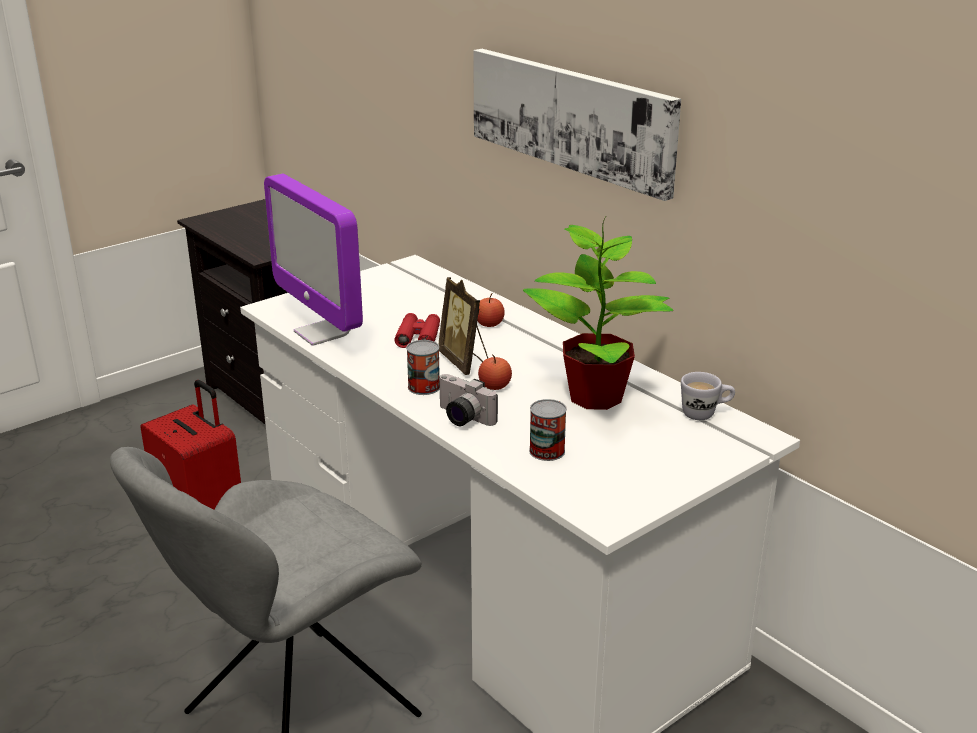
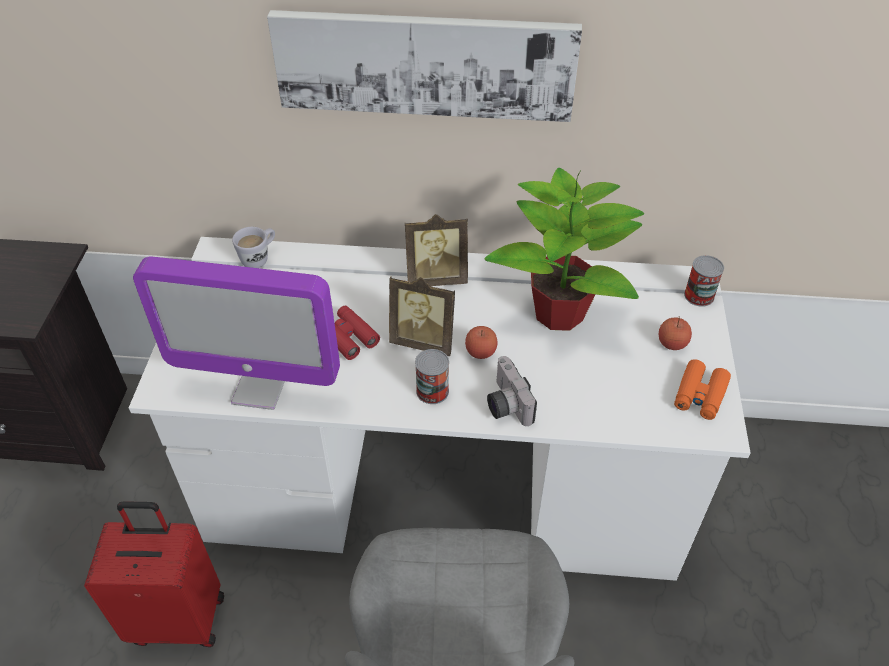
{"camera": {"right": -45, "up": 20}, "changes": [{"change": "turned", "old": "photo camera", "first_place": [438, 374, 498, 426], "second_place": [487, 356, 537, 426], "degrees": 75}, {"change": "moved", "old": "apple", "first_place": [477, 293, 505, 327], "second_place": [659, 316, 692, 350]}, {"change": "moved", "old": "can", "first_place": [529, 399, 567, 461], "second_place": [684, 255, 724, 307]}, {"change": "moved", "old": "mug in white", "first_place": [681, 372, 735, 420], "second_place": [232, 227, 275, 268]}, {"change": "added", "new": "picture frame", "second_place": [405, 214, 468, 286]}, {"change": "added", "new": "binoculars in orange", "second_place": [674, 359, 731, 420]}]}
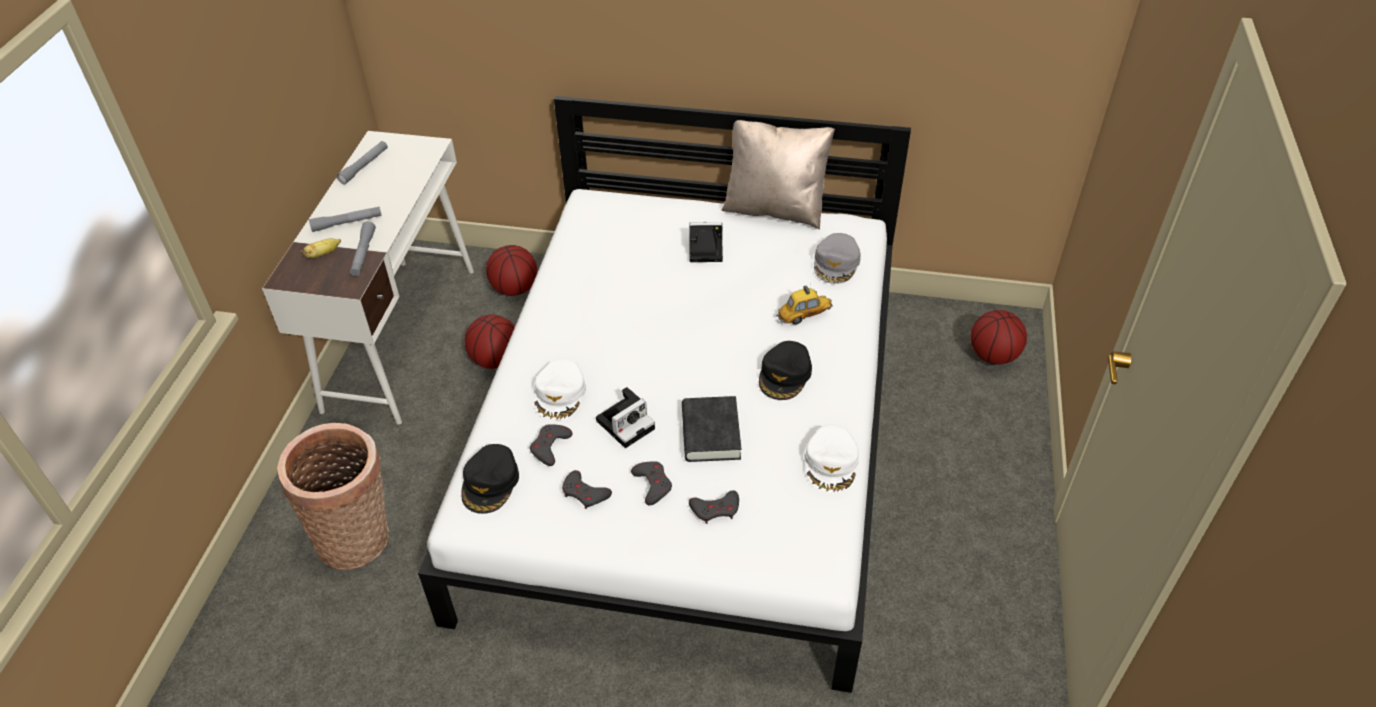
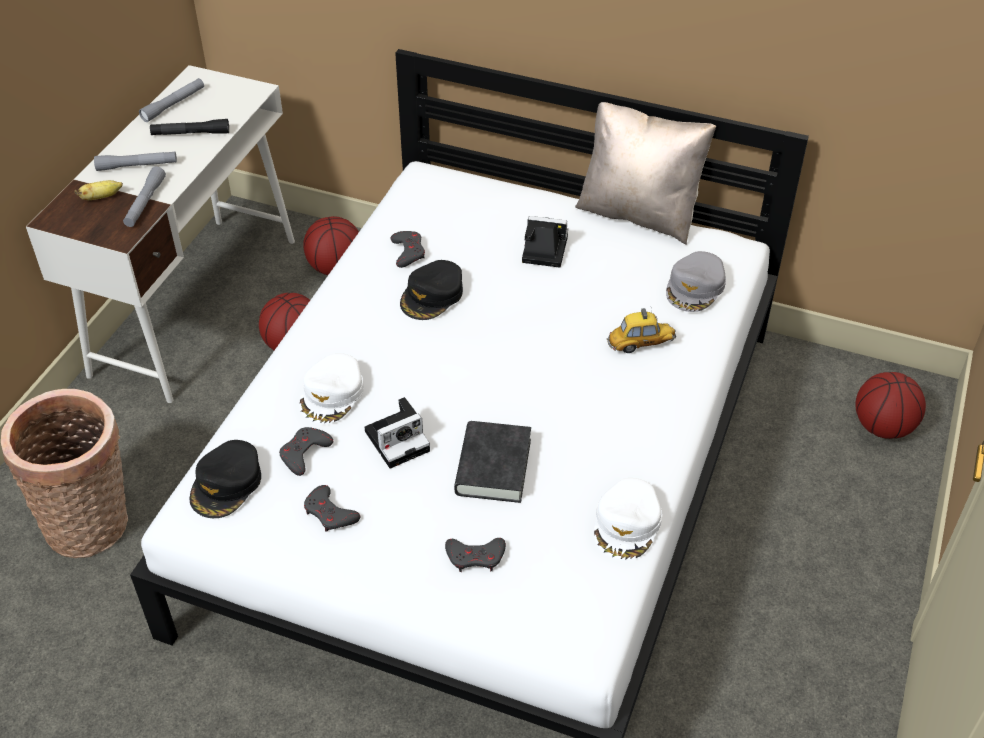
{"camera": {"right": 10, "up": 0}, "changes": [{"change": "moved", "old": "game controller in grey", "first_place": [631, 461, 672, 505], "second_place": [391, 231, 425, 268]}, {"change": "moved", "old": "cap in black", "first_place": [759, 341, 812, 400], "second_place": [400, 260, 463, 320]}, {"change": "added", "new": "flashlight in black", "second_place": [150, 119, 229, 135]}]}
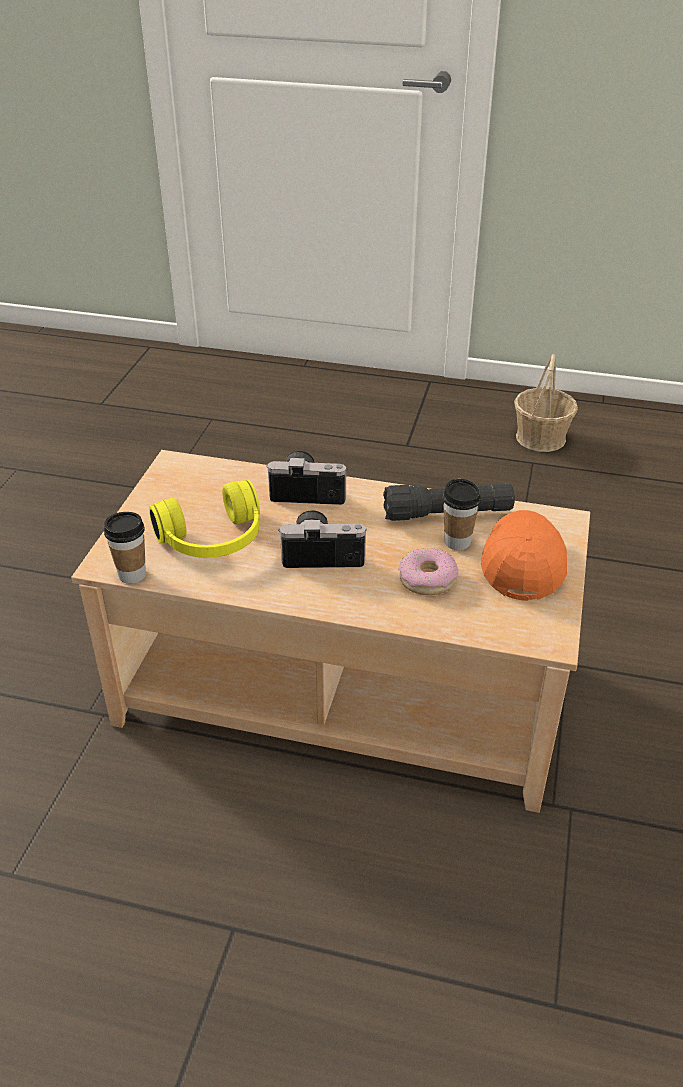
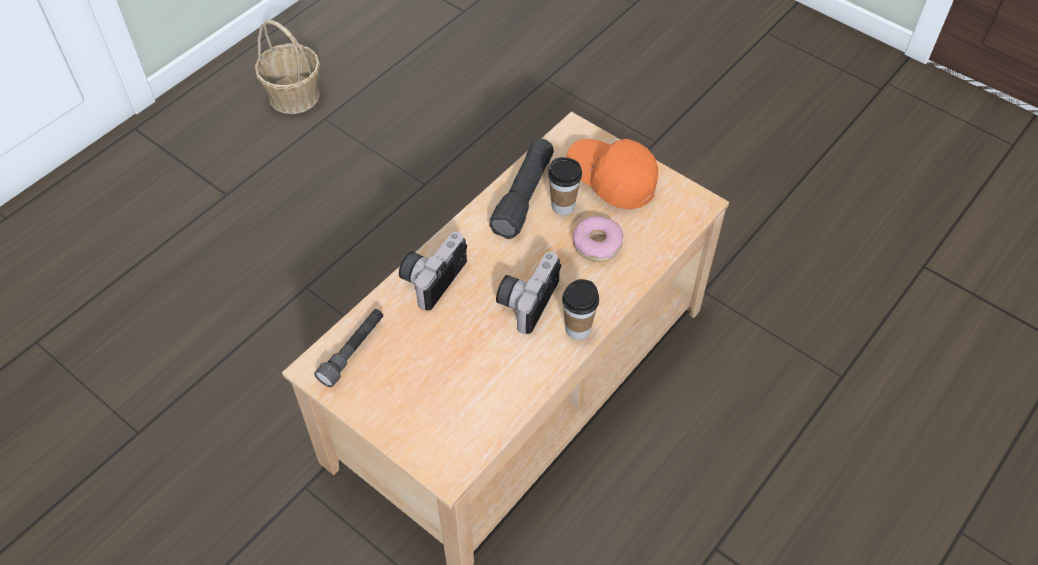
{"camera": {"right": -65, "up": 15}, "changes": [{"change": "moved", "old": "cup", "first_place": [104, 512, 146, 584], "second_place": [562, 279, 599, 340]}, {"change": "removed", "old": "headphones in yellow", "first_place": [149, 480, 260, 558]}, {"change": "added", "new": "flashlight in grey", "second_place": [314, 309, 383, 387]}]}
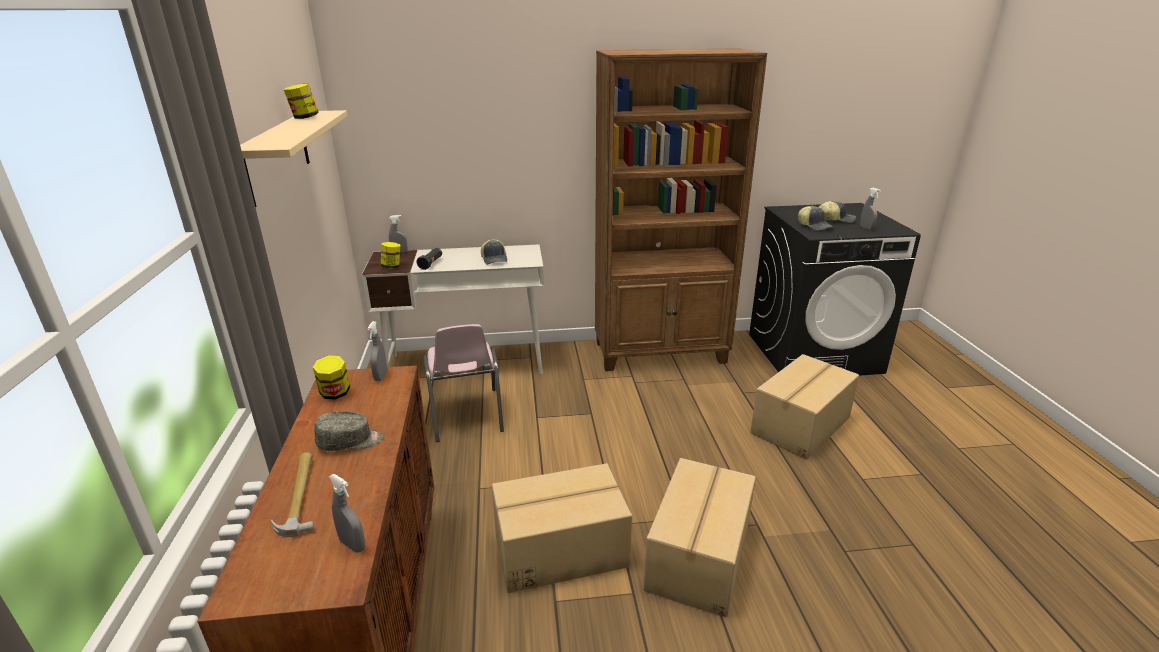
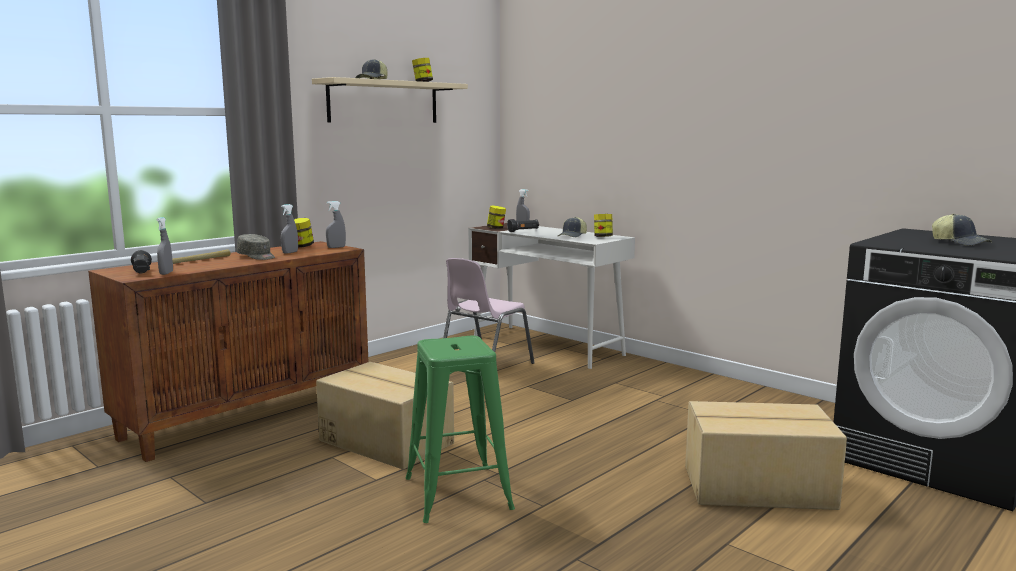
{"camera": {"right": 50, "up": -15}, "changes": [{"change": "removed", "old": "bookcase in brown", "first_place": [595, 48, 767, 371]}, {"change": "replaced", "old": "cardboard box", "new": "stool in green", "first_place": [644, 458, 756, 617], "second_place": [406, 336, 515, 523]}, {"change": "moved", "old": "cap", "first_place": [798, 206, 833, 231], "second_place": [356, 59, 387, 79]}, {"change": "moved", "old": "spray bottle in grey", "first_place": [860, 188, 881, 230], "second_place": [281, 204, 298, 254]}, {"change": "added", "new": "flashlight in black", "second_place": [131, 250, 152, 273]}, {"change": "added", "new": "jar", "second_place": [594, 214, 613, 237]}]}
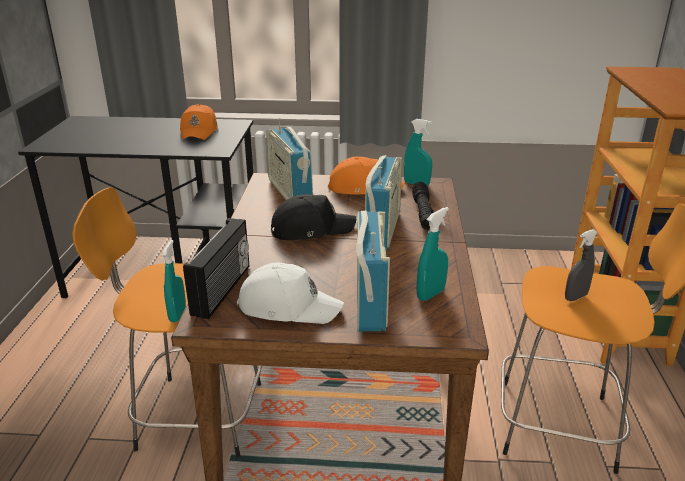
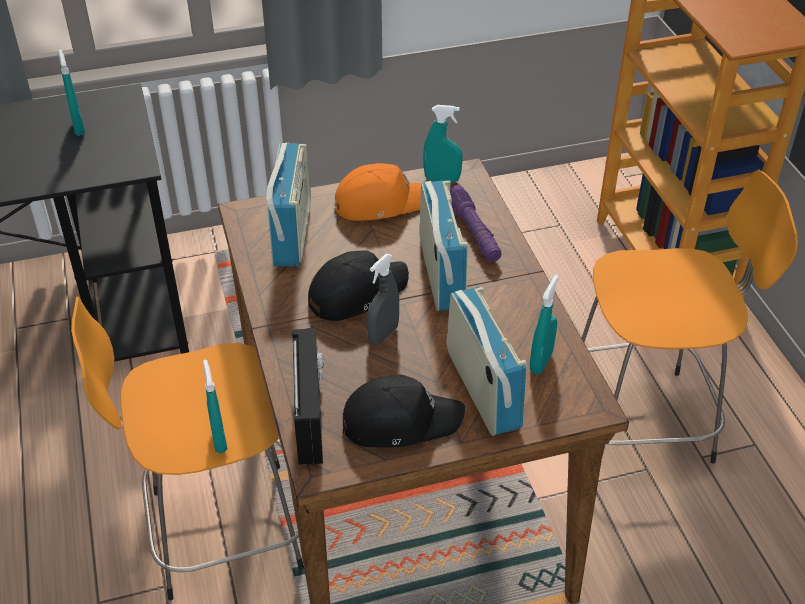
{"camera": {"right": -20, "up": 15}, "changes": [{"change": "replaced", "old": "cap in orange", "new": "spray bottle in turquoise", "first_place": [180, 104, 218, 140], "second_place": [59, 49, 85, 136]}, {"change": "recoloured", "old": "cap in white", "new": "cap in black", "first_place": [237, 263, 344, 324], "second_place": [342, 375, 465, 448]}, {"change": "turned", "old": "radio", "first_place": [266, 118, 313, 200], "second_place": [266, 142, 311, 267], "degrees": -135}, {"change": "recoloured", "old": "flashlight in black", "new": "flashlight in purple", "first_place": [412, 182, 434, 230], "second_place": [450, 185, 502, 262]}, {"change": "moved", "old": "spray bottle in grey", "first_place": [565, 229, 598, 301], "second_place": [367, 254, 399, 345]}]}
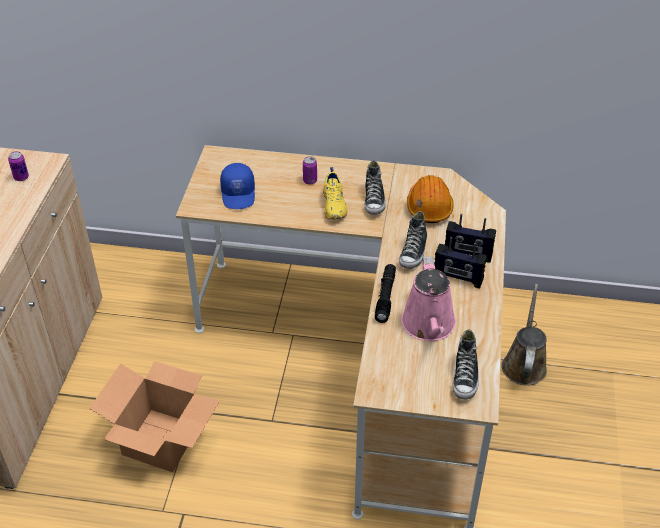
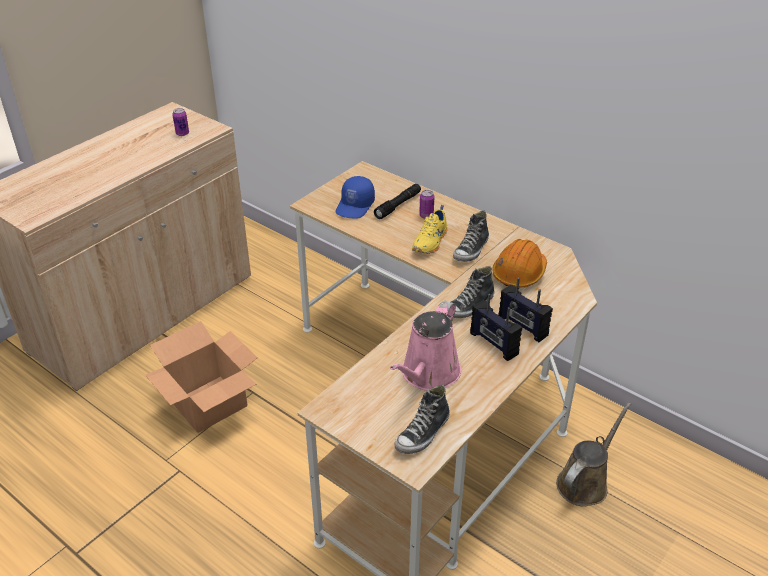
{"camera": {"right": 30, "up": -5}, "changes": [{"change": "moved", "old": "flashlight in black", "first_place": [375, 264, 396, 323], "second_place": [374, 184, 421, 219]}]}
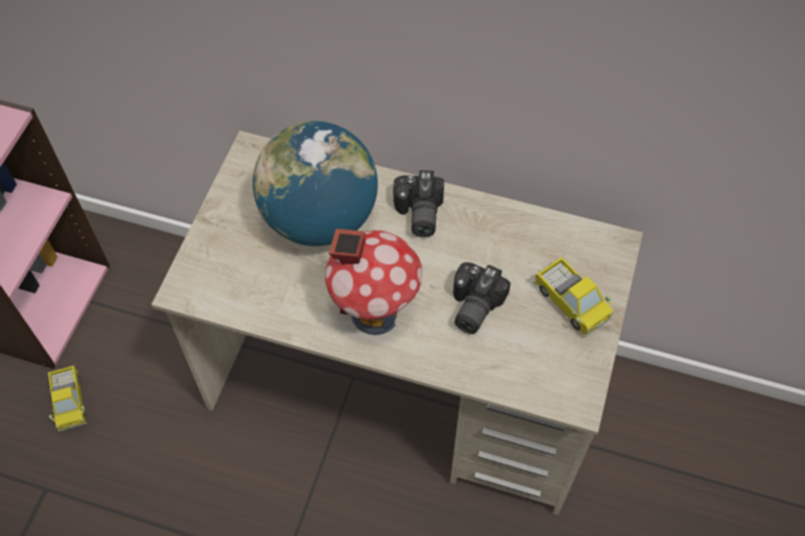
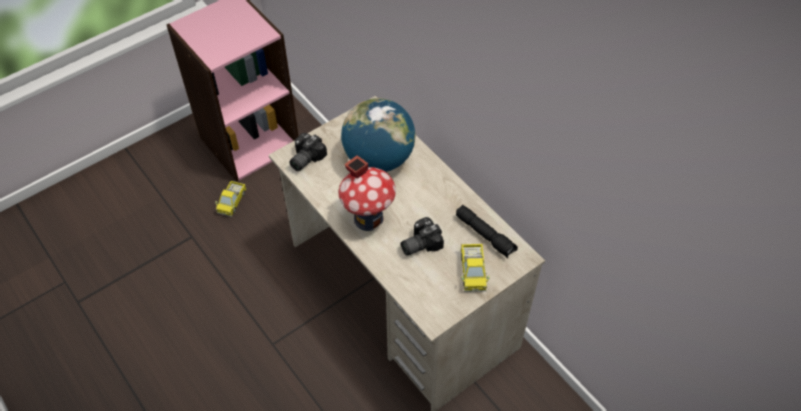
{"camera": {"right": 35, "up": -5}, "changes": [{"change": "moved", "old": "photo camera", "first_place": [393, 170, 444, 238], "second_place": [289, 133, 327, 171]}, {"change": "added", "new": "flashlight in black", "second_place": [456, 205, 518, 258]}]}
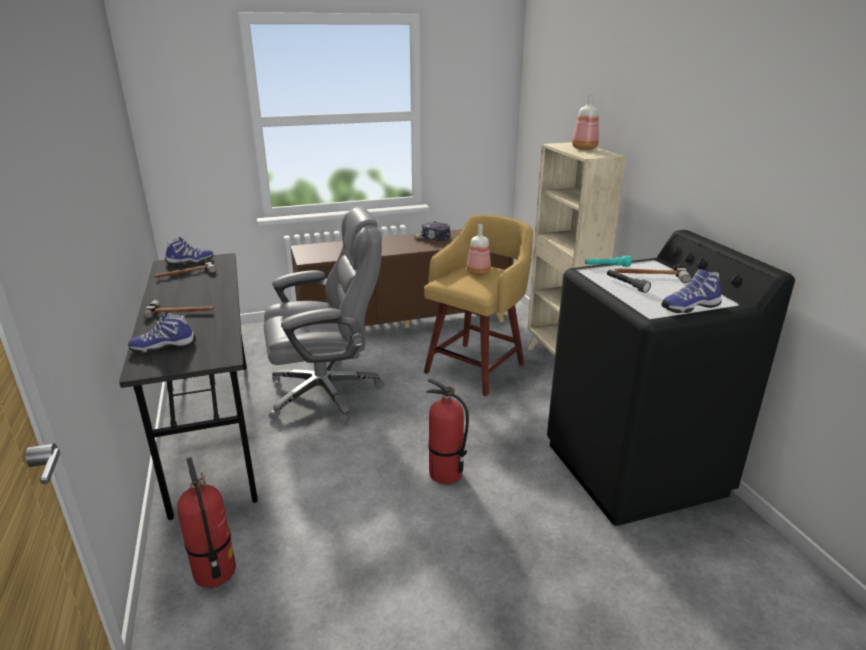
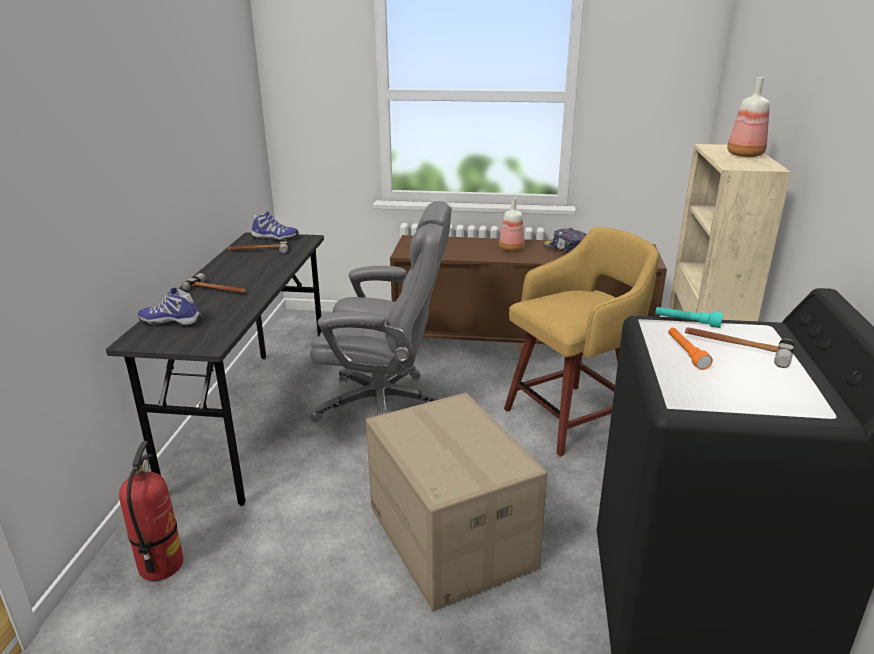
{"camera": {"right": 25, "up": 0}, "changes": [{"change": "replaced", "old": "fire extinguisher", "new": "cardboard box", "first_place": [426, 379, 469, 484], "second_place": [366, 393, 547, 611]}, {"change": "moved", "old": "bottle", "first_place": [467, 224, 491, 275], "second_place": [499, 197, 525, 251]}, {"change": "recoloured", "old": "flashlight in grey", "new": "flashlight in orange", "first_place": [607, 270, 651, 293], "second_place": [668, 328, 713, 370]}, {"change": "removed", "old": "shoe", "first_place": [661, 269, 721, 313]}]}
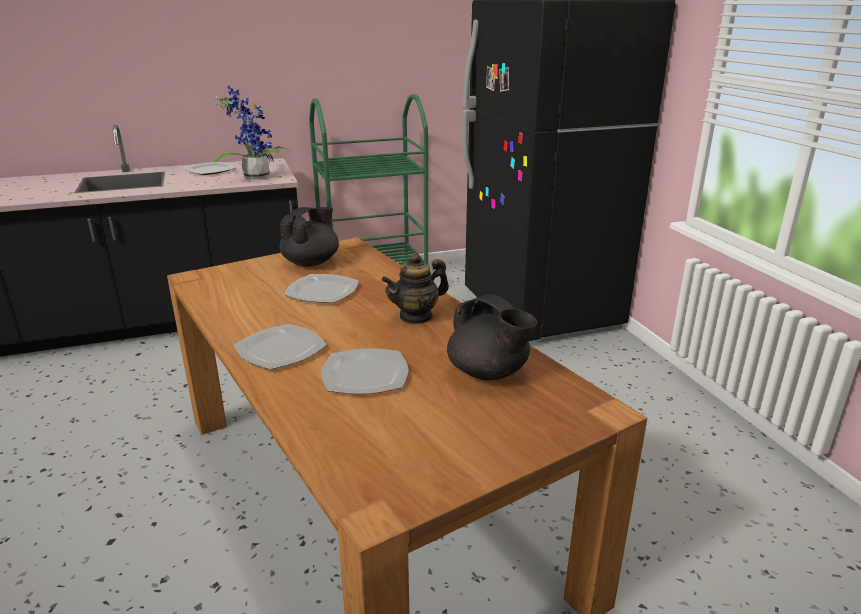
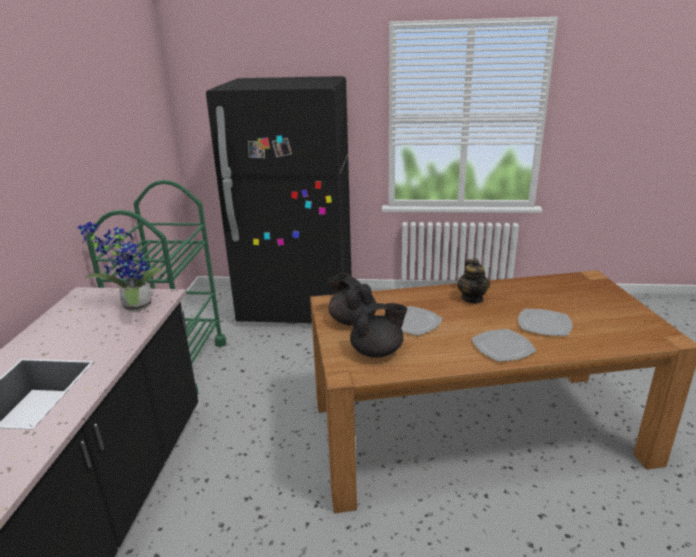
{"camera": {"right": -65, "up": 0}, "changes": [{"change": "removed", "old": "plate", "first_place": [185, 162, 235, 175]}, {"change": "moved", "old": "teapot in black", "first_place": [447, 294, 537, 381], "second_place": [350, 303, 407, 358]}]}
